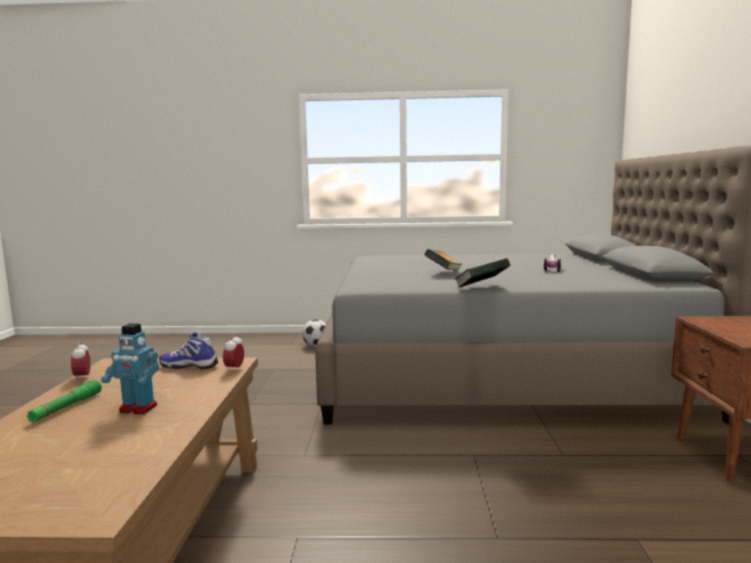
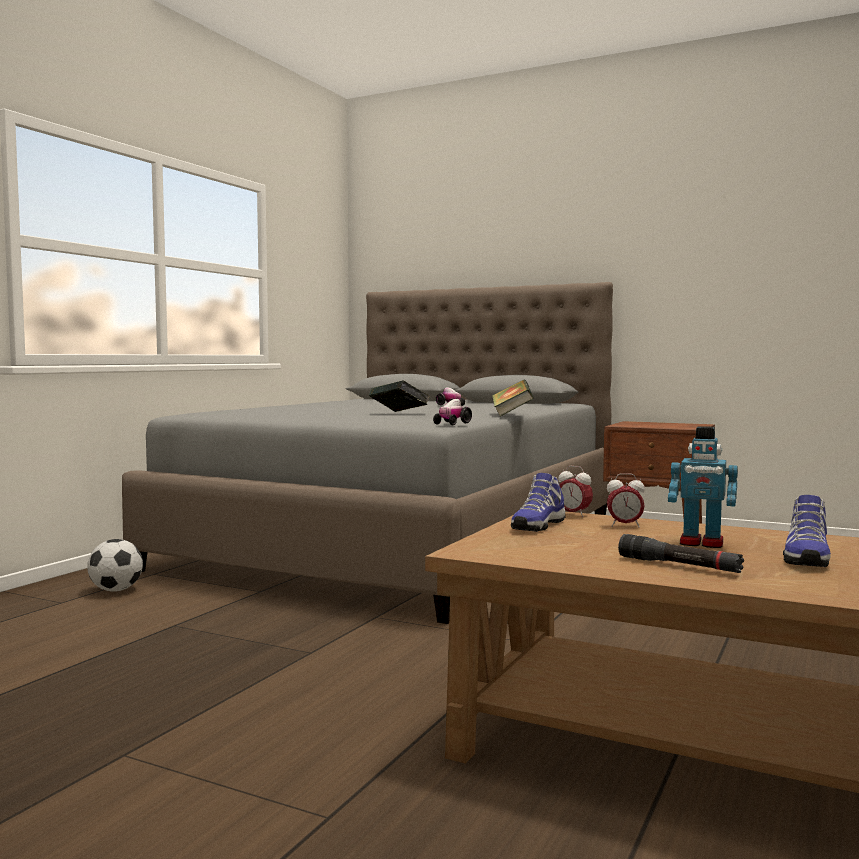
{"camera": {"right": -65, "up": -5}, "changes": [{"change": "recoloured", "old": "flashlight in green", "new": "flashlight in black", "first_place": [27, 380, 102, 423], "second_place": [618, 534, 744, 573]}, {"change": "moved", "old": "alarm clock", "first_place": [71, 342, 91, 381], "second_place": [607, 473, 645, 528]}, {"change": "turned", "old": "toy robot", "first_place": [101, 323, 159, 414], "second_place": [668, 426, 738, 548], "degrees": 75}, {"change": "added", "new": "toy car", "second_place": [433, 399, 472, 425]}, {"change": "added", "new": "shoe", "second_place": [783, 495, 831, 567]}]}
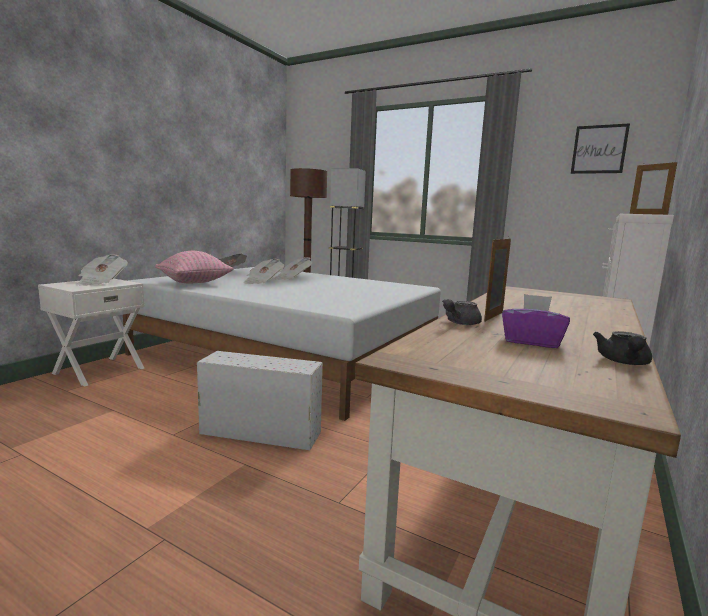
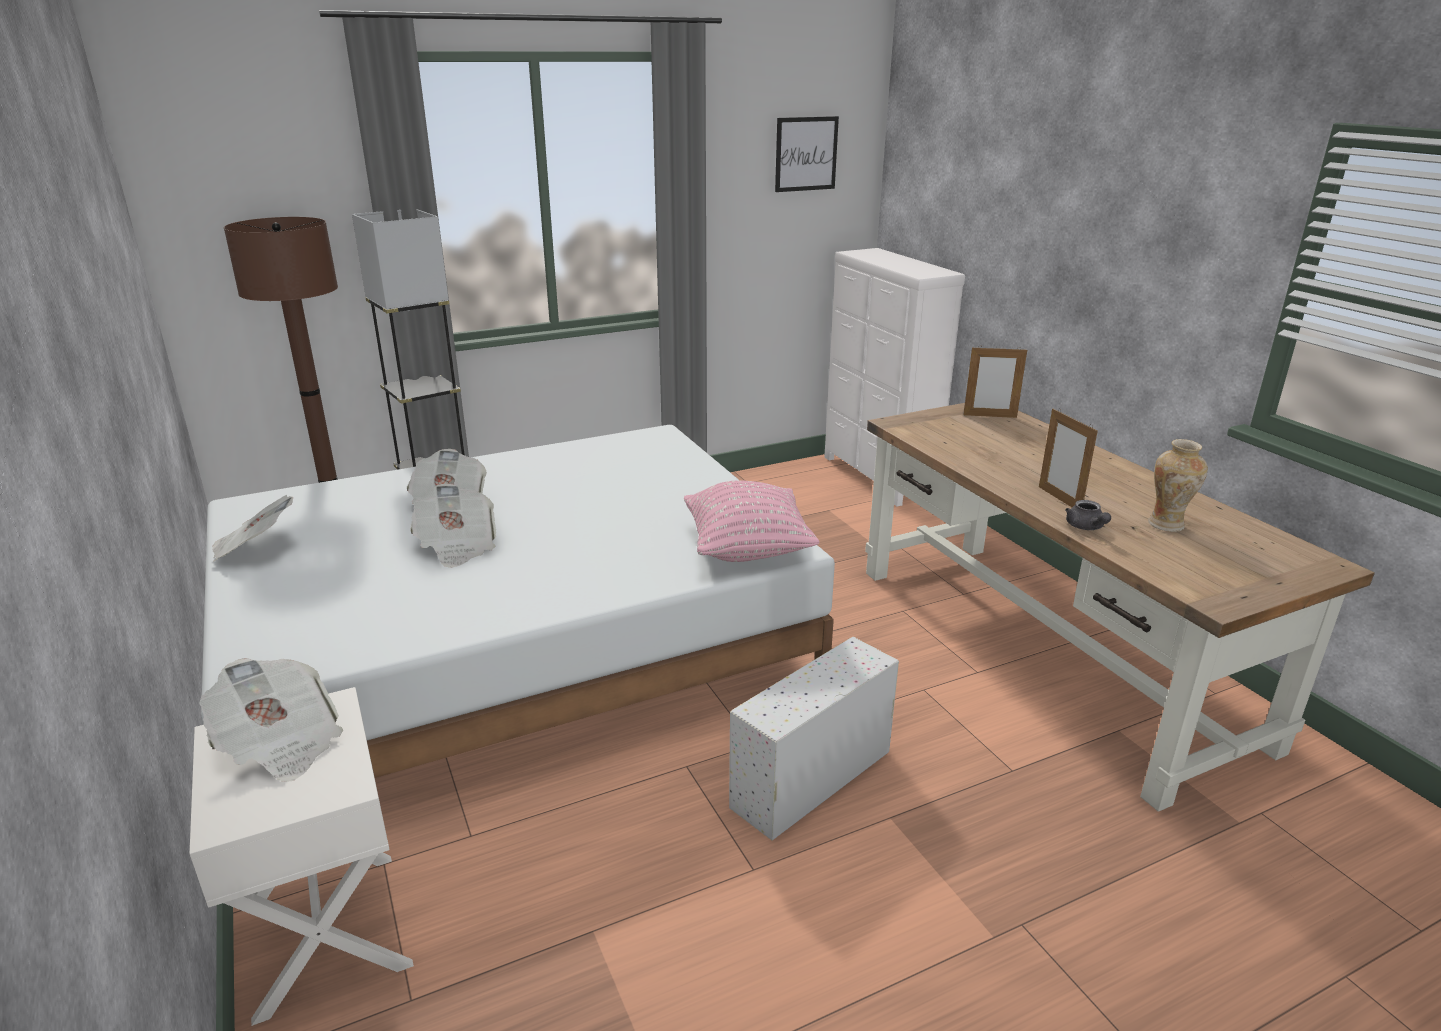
{"camera": {"right": -55, "up": 15}, "changes": [{"change": "moved", "old": "pillow in pink", "first_place": [155, 251, 234, 283], "second_place": [684, 480, 819, 562]}, {"change": "replaced", "old": "tissue box in purple", "new": "vase", "first_place": [502, 294, 570, 348], "second_place": [1148, 439, 1208, 532]}, {"change": "removed", "old": "teapot in black", "first_place": [593, 331, 652, 365]}, {"change": "moved", "old": "picture frame", "first_place": [630, 161, 677, 215], "second_place": [963, 345, 1027, 418]}]}
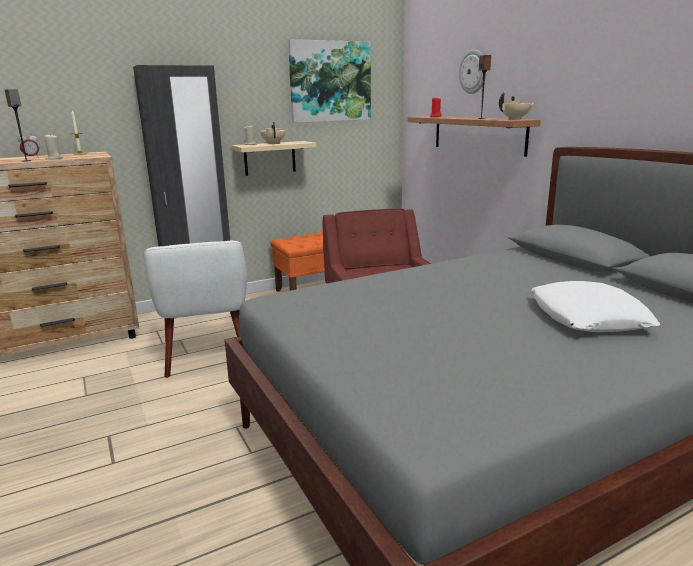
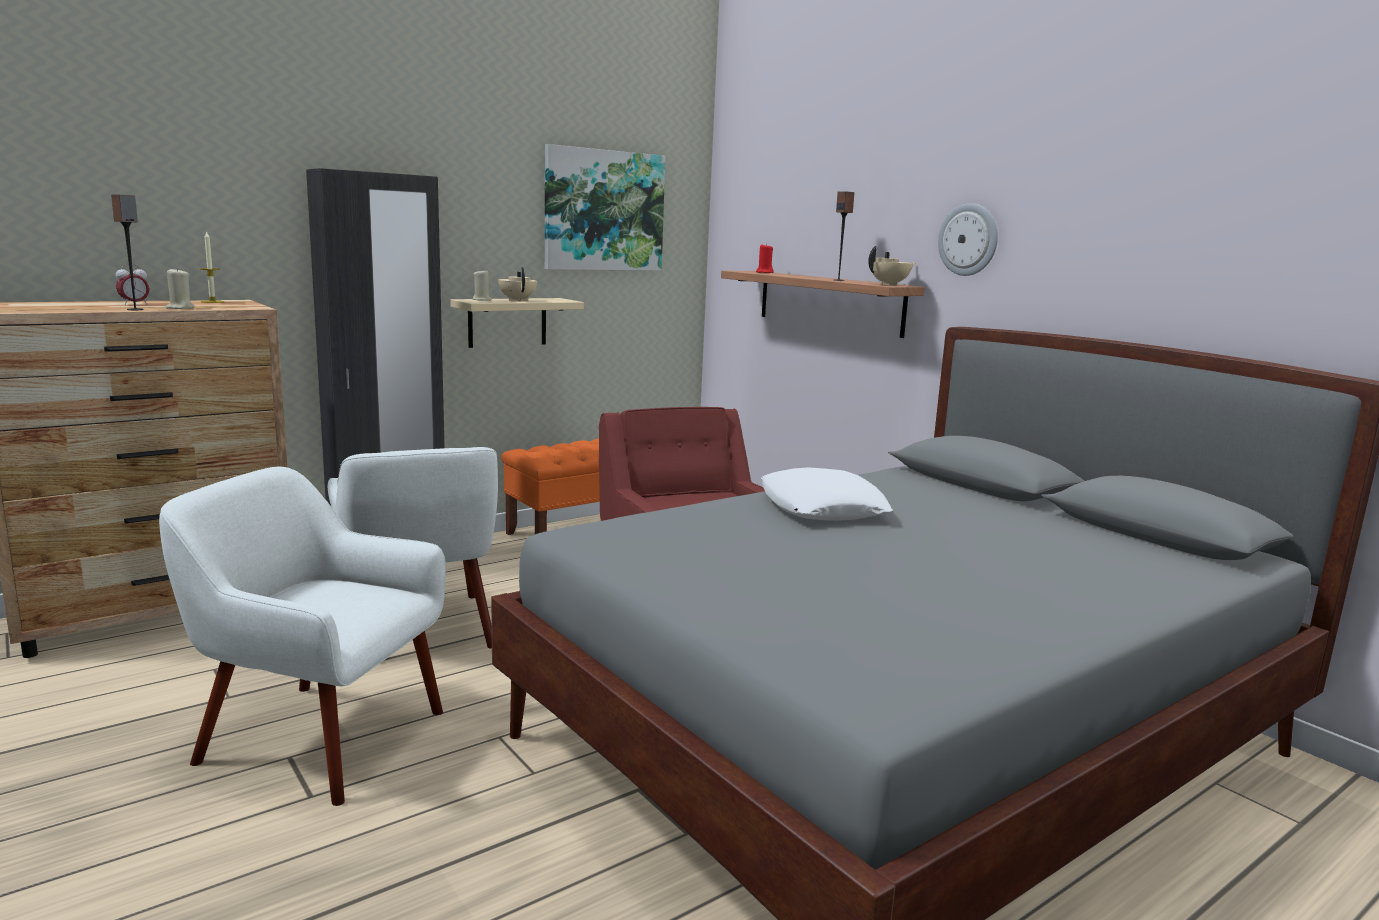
{"camera": {"right": -10, "up": -5}, "changes": [{"change": "moved", "old": "wall clock", "first_place": [459, 49, 487, 94], "second_place": [938, 203, 998, 276]}, {"change": "moved", "old": "pillow in white", "first_place": [531, 281, 660, 332], "second_place": [761, 467, 893, 521]}, {"change": "added", "new": "armchair in white", "second_place": [159, 467, 446, 806]}]}
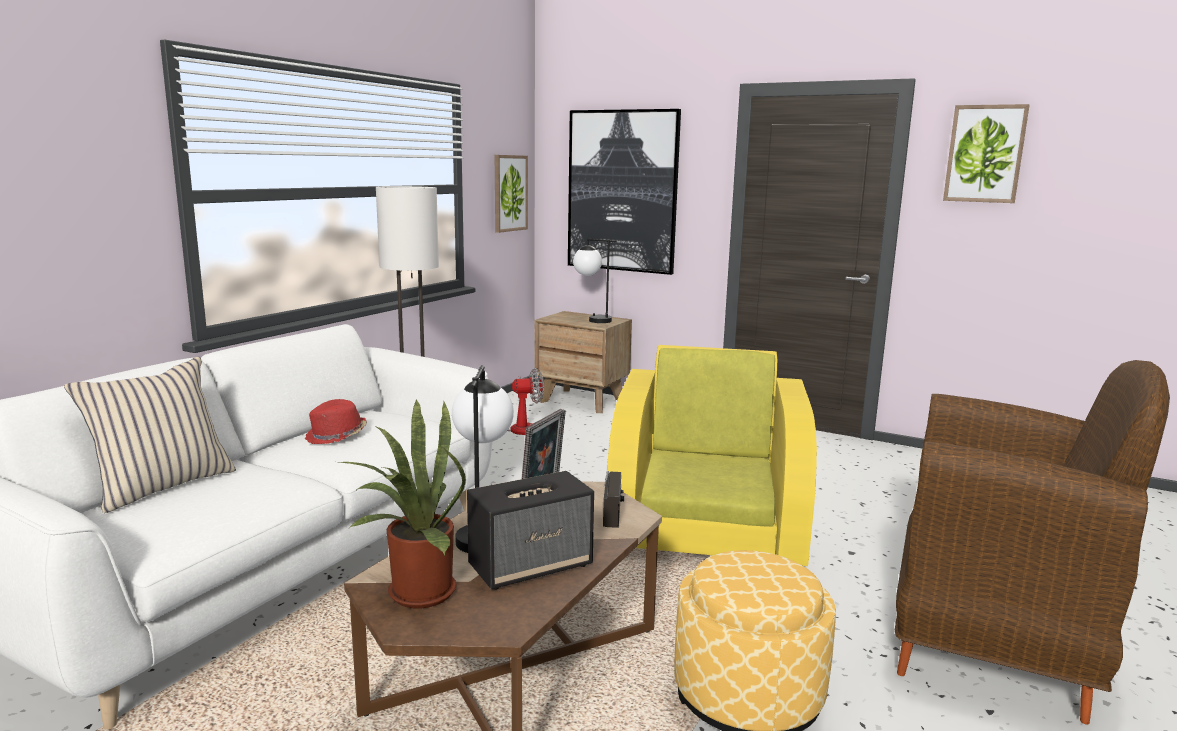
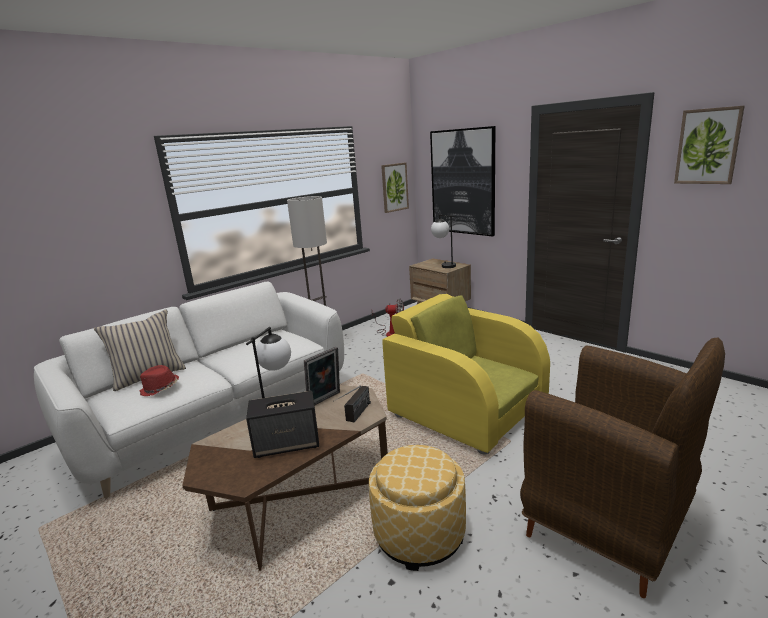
{"camera": {"right": 20, "up": 5}, "changes": [{"change": "moved", "old": "hat in red", "first_place": [305, 399, 367, 444], "second_place": [139, 365, 179, 396]}, {"change": "removed", "old": "potted plant", "first_place": [339, 400, 466, 608]}, {"change": "turned", "old": "armchair in yellow", "first_place": [607, 345, 817, 566], "second_place": [382, 294, 550, 455], "degrees": -75}]}
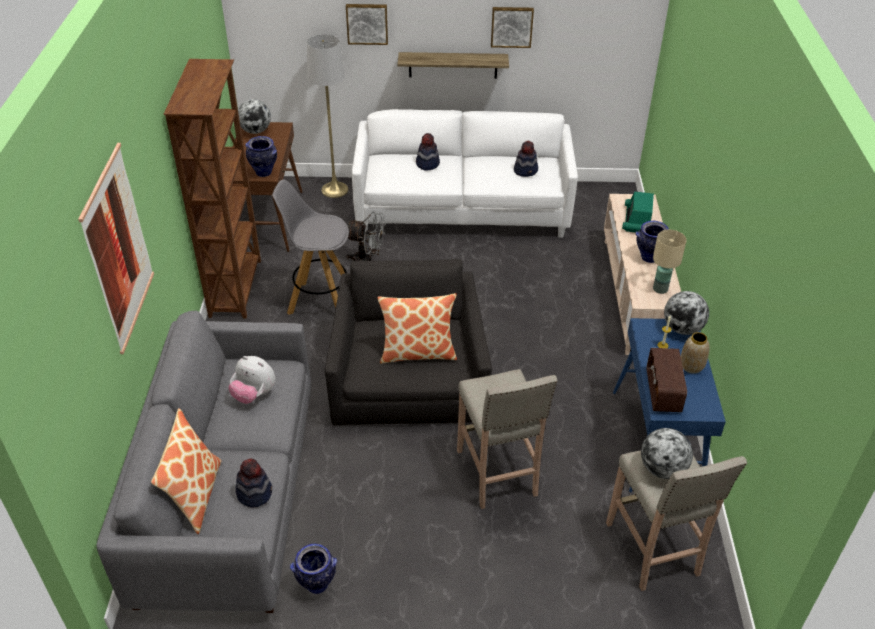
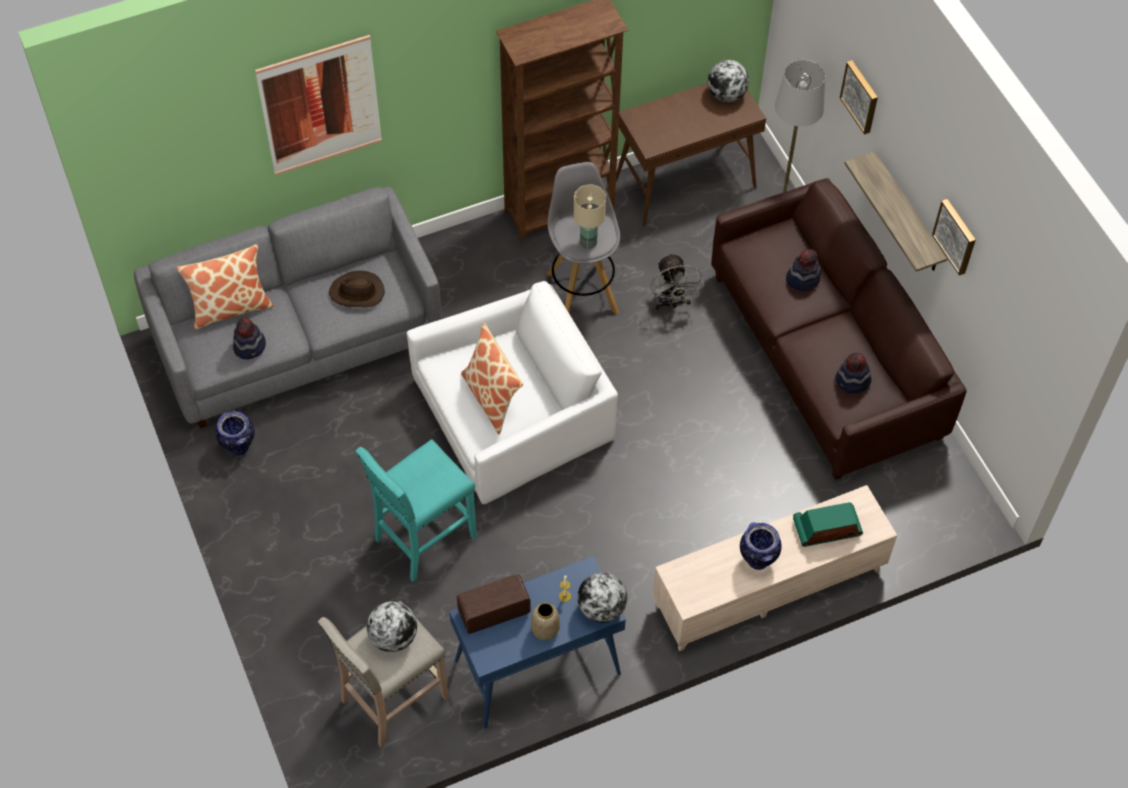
{"camera": {"right": 65, "up": 15}, "changes": [{"change": "replaced", "old": "plush toy", "new": "hat in brown", "first_place": [228, 356, 275, 404], "second_place": [329, 271, 385, 308]}, {"change": "removed", "old": "vase", "first_place": [245, 136, 277, 177]}, {"change": "recoloured", "old": "armchair in black", "new": "armchair in white", "first_place": [325, 259, 492, 425], "second_place": [407, 281, 618, 504]}, {"change": "recoloured", "old": "sofa in white", "new": "sofa in brown", "first_place": [352, 109, 578, 238], "second_place": [711, 178, 967, 480]}, {"change": "recoloured", "old": "stool in beige", "new": "stool in turquoise", "first_place": [457, 369, 557, 509], "second_place": [355, 439, 477, 581]}, {"change": "moved", "old": "table lamp in beige", "first_place": [653, 230, 687, 294], "second_place": [574, 184, 606, 249]}]}
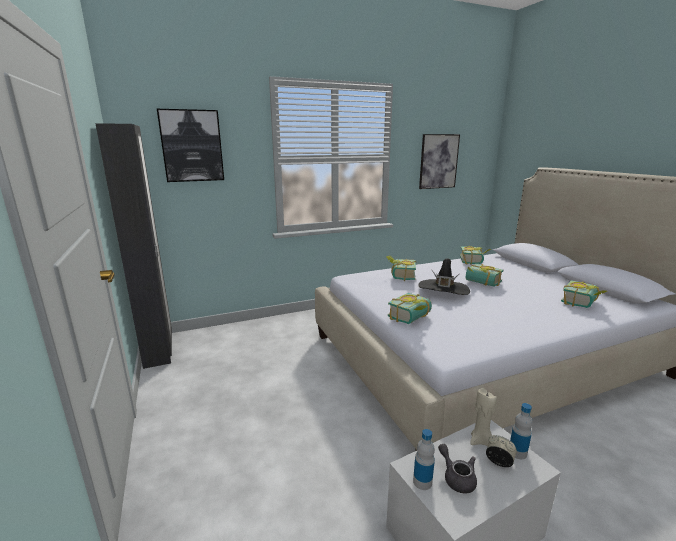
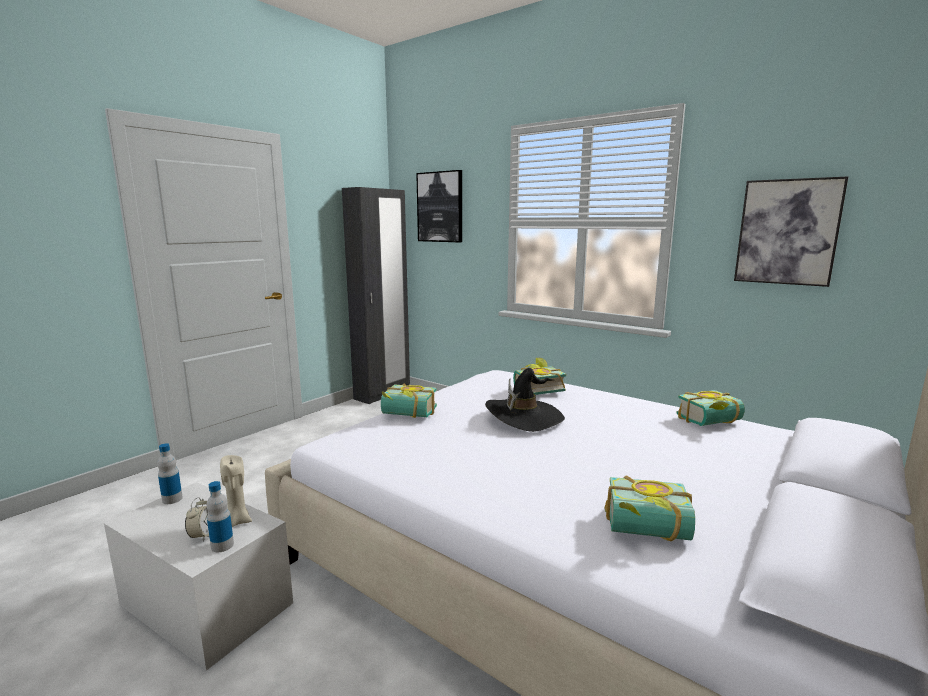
{"camera": {"right": 60, "up": -5}, "changes": [{"change": "removed", "old": "teapot in grey", "first_place": [438, 444, 477, 493]}, {"change": "removed", "old": "book", "first_place": [466, 264, 504, 287]}]}
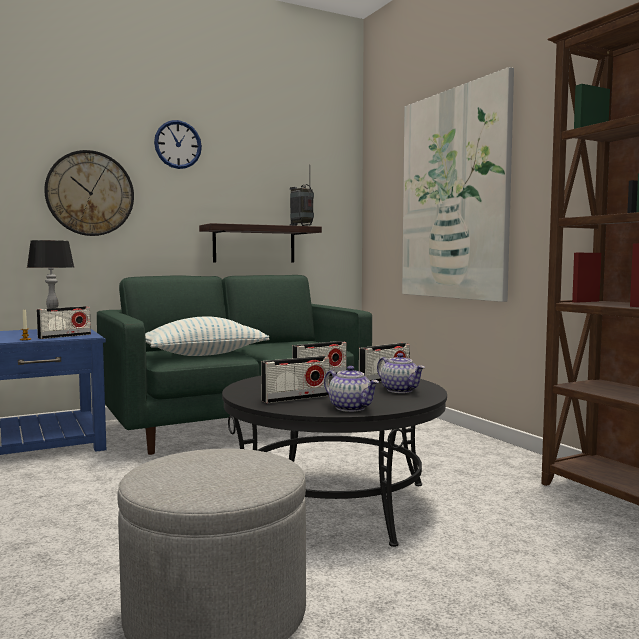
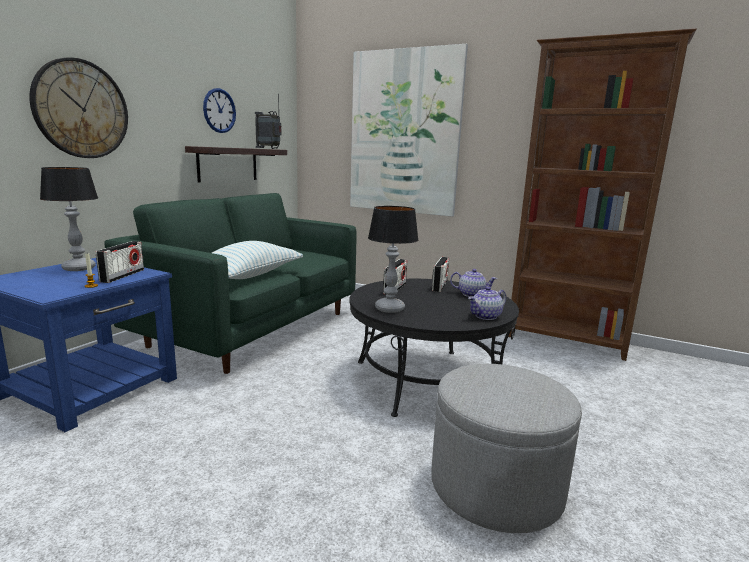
{"camera": {"right": -35, "up": 10}, "changes": [{"change": "moved", "old": "wall clock", "first_place": [154, 120, 202, 169], "second_place": [203, 88, 236, 133]}, {"change": "removed", "old": "radio", "first_place": [261, 356, 329, 404]}, {"change": "turned", "old": "teapot", "first_place": [324, 366, 379, 412], "second_place": [468, 287, 506, 320], "degrees": 135}, {"change": "added", "new": "table lamp", "second_place": [368, 206, 418, 313]}]}
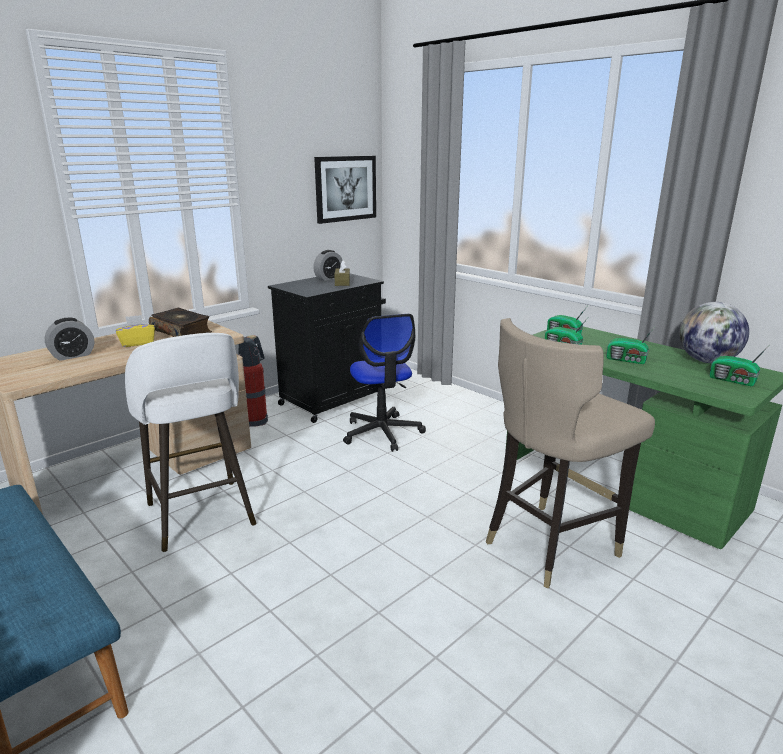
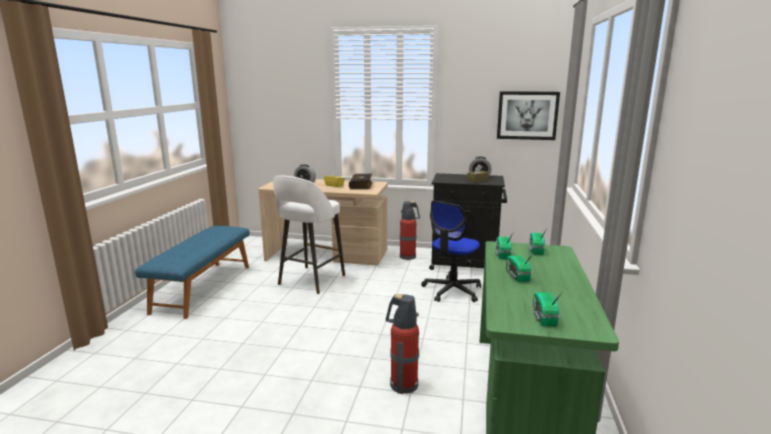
{"camera": {"right": 55, "up": -5}, "changes": [{"change": "replaced", "old": "stool in beige", "new": "fire extinguisher", "first_place": [486, 318, 655, 589], "second_place": [386, 294, 419, 394]}, {"change": "removed", "old": "globe", "first_place": [679, 302, 749, 363]}]}
